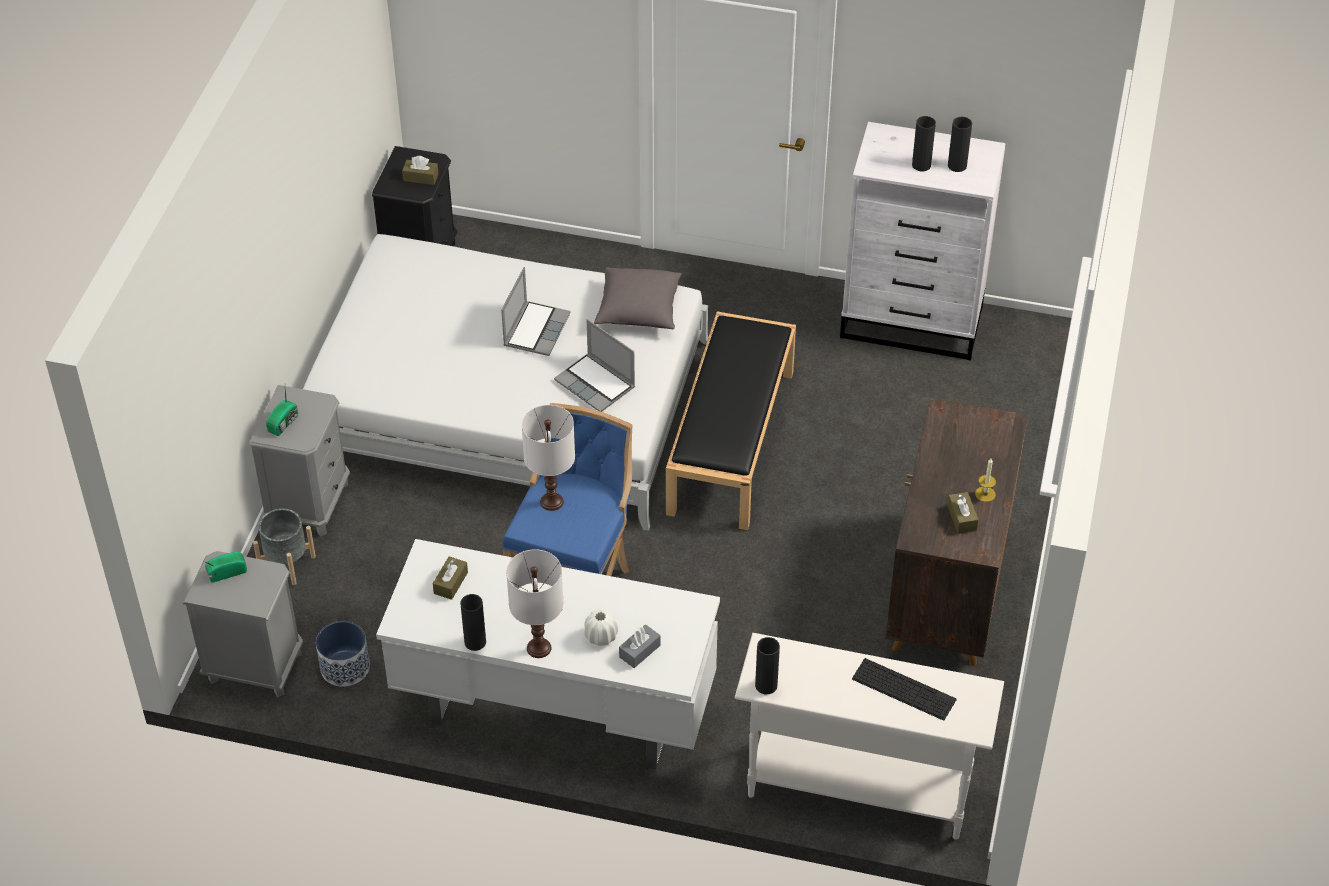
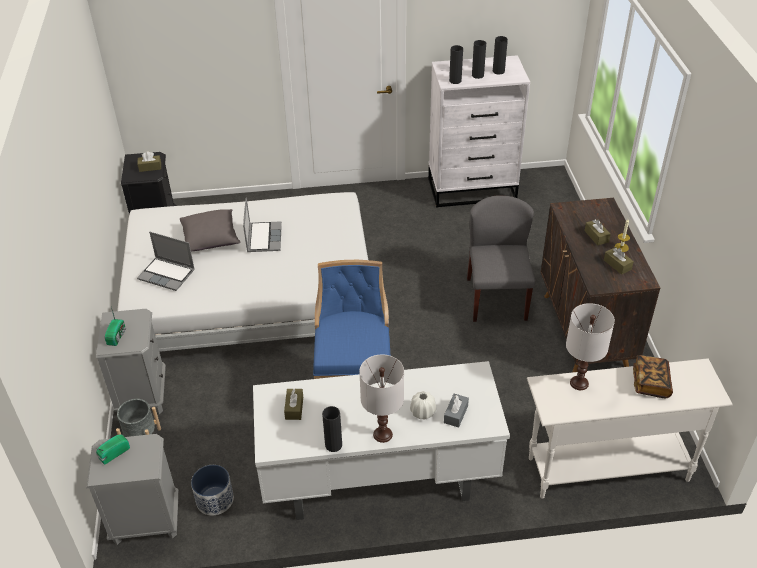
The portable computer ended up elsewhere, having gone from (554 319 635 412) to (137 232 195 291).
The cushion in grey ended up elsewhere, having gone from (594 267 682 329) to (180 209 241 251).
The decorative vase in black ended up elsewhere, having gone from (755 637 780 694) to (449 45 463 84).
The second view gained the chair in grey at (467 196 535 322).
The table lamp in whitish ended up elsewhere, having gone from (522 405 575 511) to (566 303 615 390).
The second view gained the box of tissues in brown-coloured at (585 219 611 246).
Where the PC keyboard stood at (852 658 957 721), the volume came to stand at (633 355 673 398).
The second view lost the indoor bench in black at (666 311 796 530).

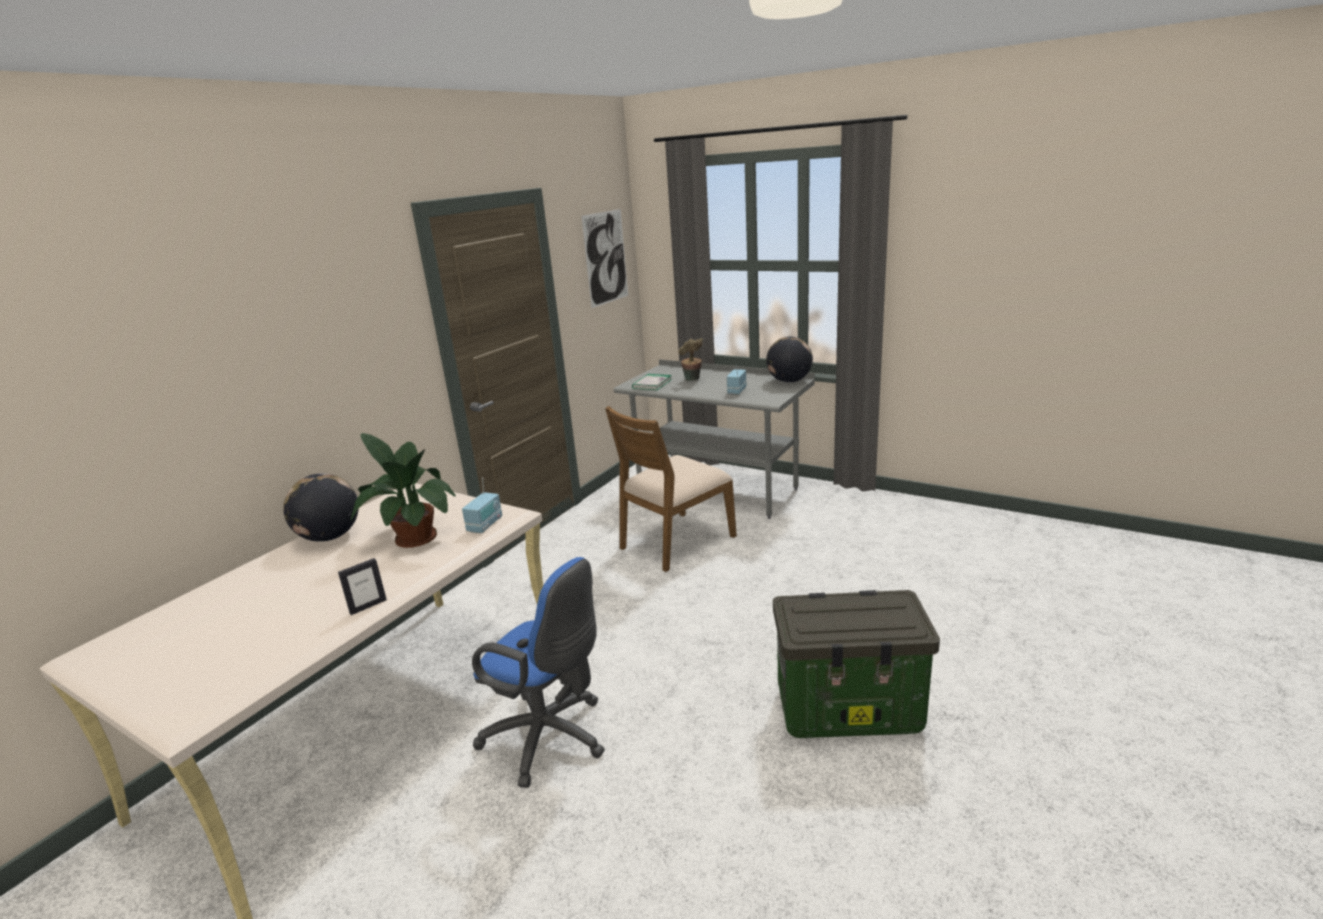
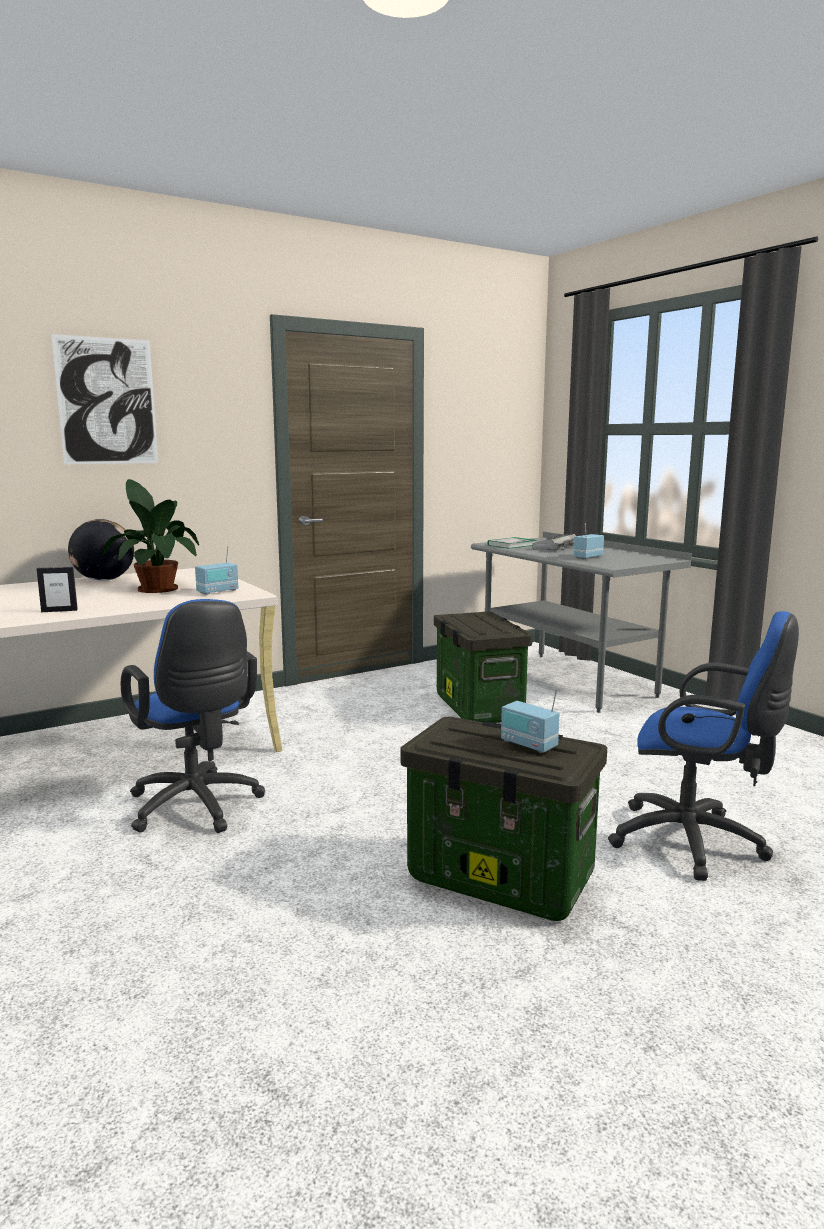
The picture ended up elsewhere, having gone from (581 209 628 308) to (51 334 158 464).
Where the chair in brown-coloured stood at (605 406 737 572), the storage container came to stand at (434 612 532 723).
The second view gained the radio receiver at (501 690 559 753).
Where the houseplant stood at (678 338 703 381), the PC keyboard came to stand at (532 534 576 551).
The second view gained the office chair in blue-coloured at (608 611 799 881).
The second view lost the desk globe at (766 337 813 383).

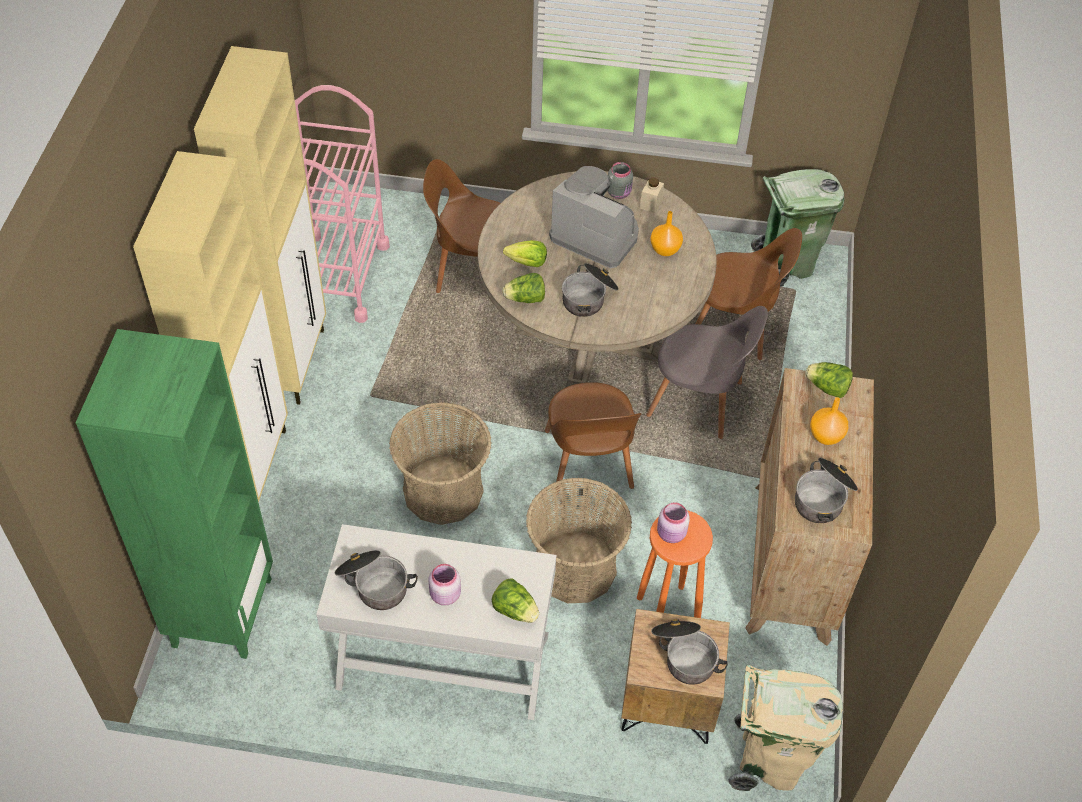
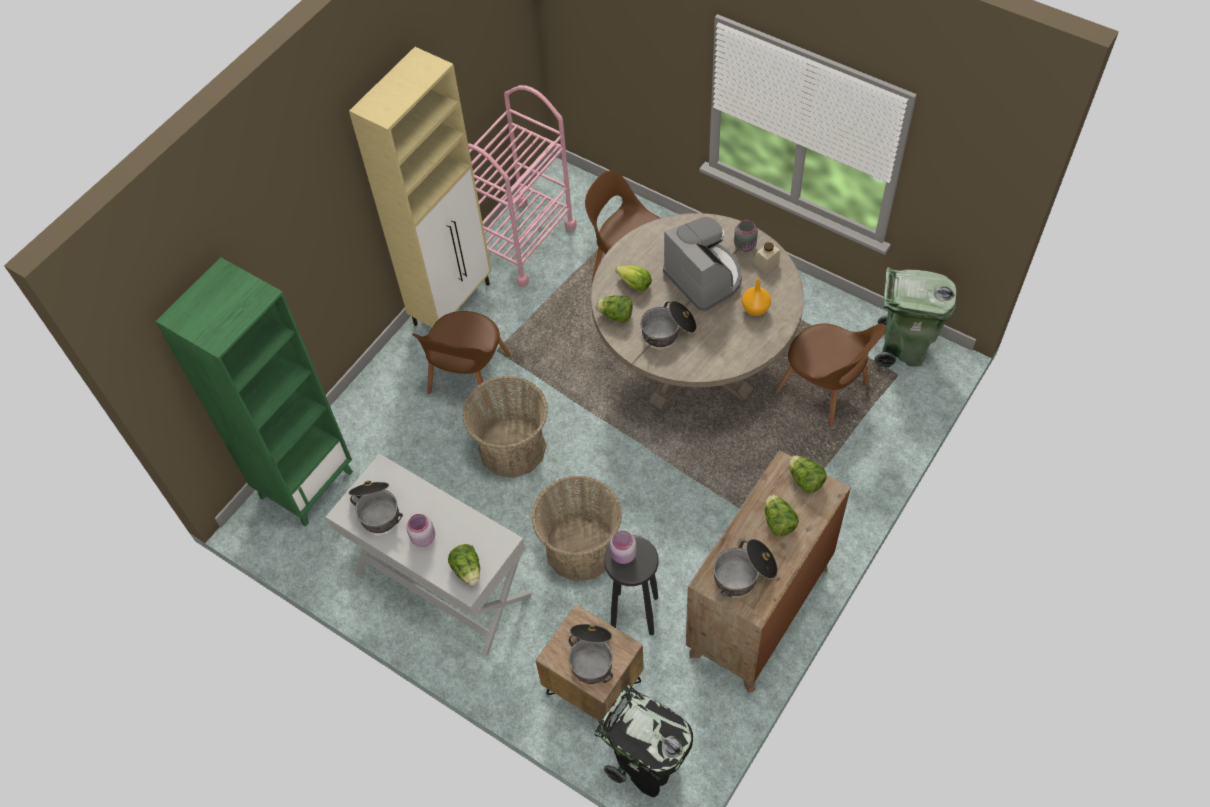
The chair in brown-coloured ended up elsewhere, having gone from (545 382 641 495) to (412 311 511 408).
What was the waste bin in beige at (728 665 843 791) turned into the waste bin in black at (594 685 693 797).
What was the stool in orangey at (637 510 713 618) turned into the stool in black at (604 535 658 635).
Where the decorative vase in orangey stood at (810 397 848 445), the lettuce head came to stand at (765 495 799 536).
The second view lost the storage cabinet in beige at (133 151 288 503).
The second view lost the chair in grey at (646 306 768 439).

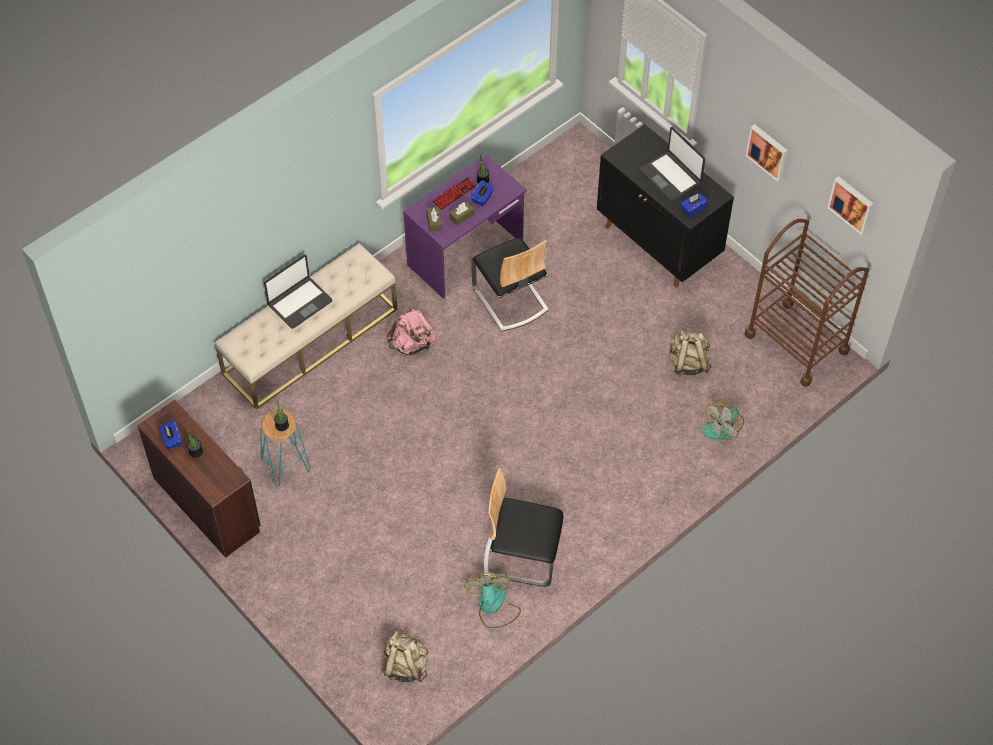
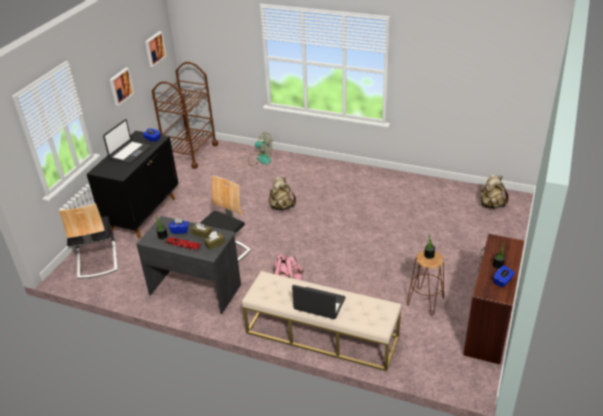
The chair ended up elsewhere, having gone from (484 468 564 587) to (59 203 118 279).
What was the desk table in purple-coloured at (403 155 527 299) turned into the desk table in grey at (136 216 241 314).
The backpack in beige ended up elsewhere, having gone from (669 329 711 375) to (269 177 296 210).
What was the stool in turquoise at (260 410 311 487) turned into the stool in brown-coloured at (407 250 444 315).
The second view lost the cooling fan at (464 572 521 628).

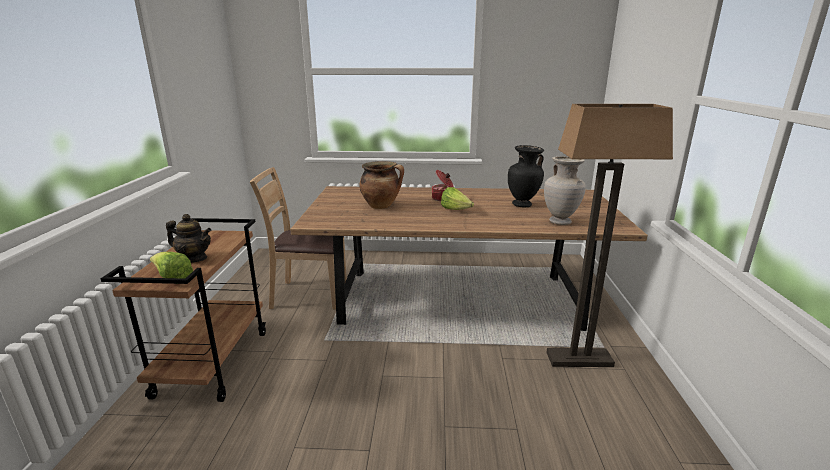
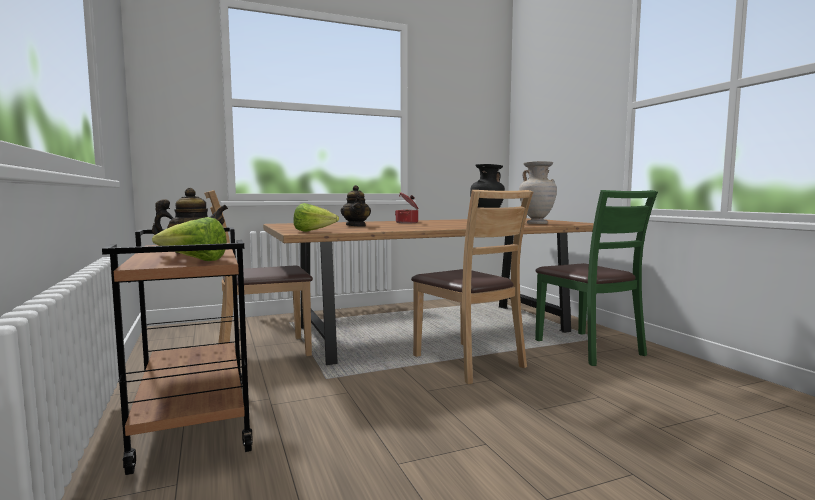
The lettuce head ended up elsewhere, having gone from (441 187 474 210) to (294 203 339 232).
Where the saucepot stood at (360 161 404 209), the pot for tea came to stand at (341 185 371 227).
The second view gained the chair in brown-coloured at (411 190 533 384).
Where the floor lamp stood at (546 104 673 367), the chair in greenish came to stand at (535 190 658 366).

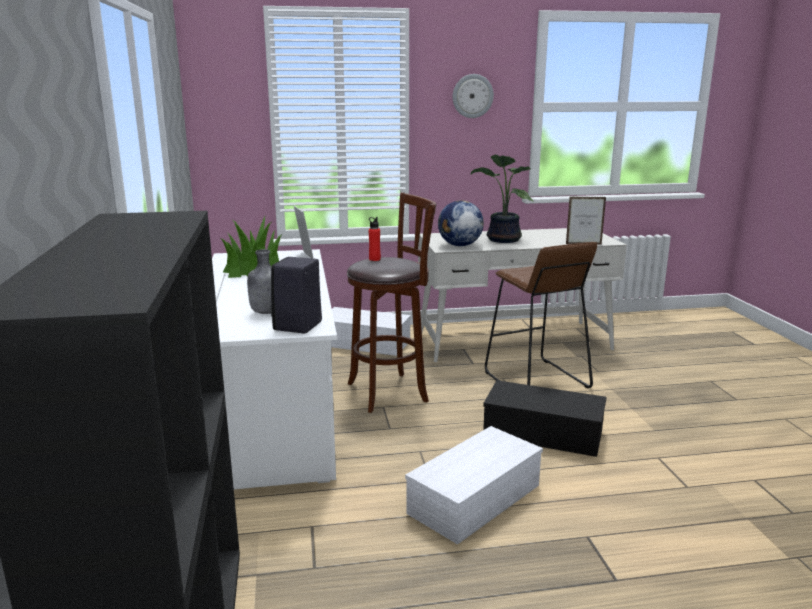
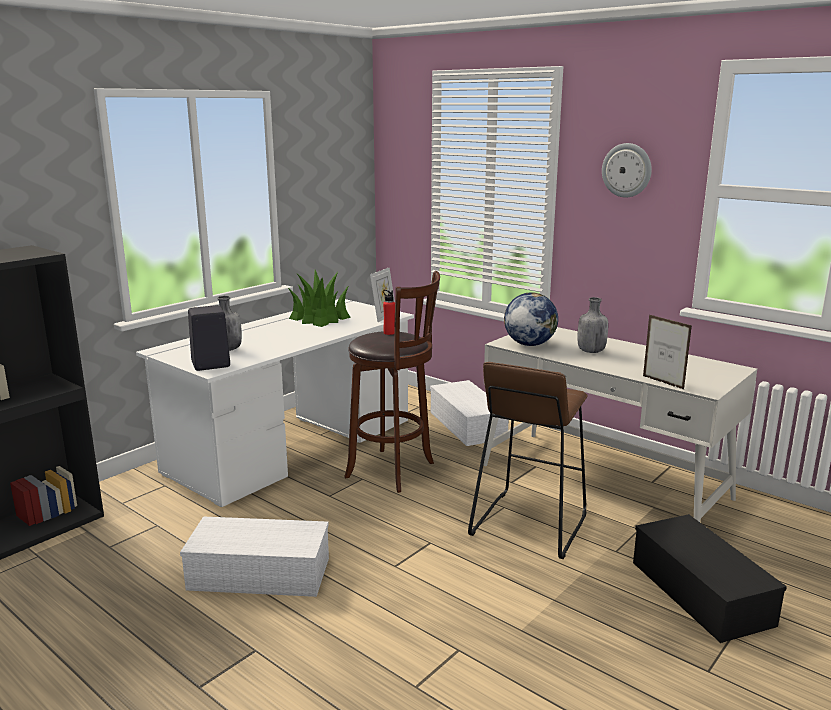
Where the houseplant stood at (471 155 534 243), the beverage bottle in grey came to stand at (578 297 608 353).
The storage container in black ended up elsewhere, having gone from (483 380 606 457) to (633 514 787 643).

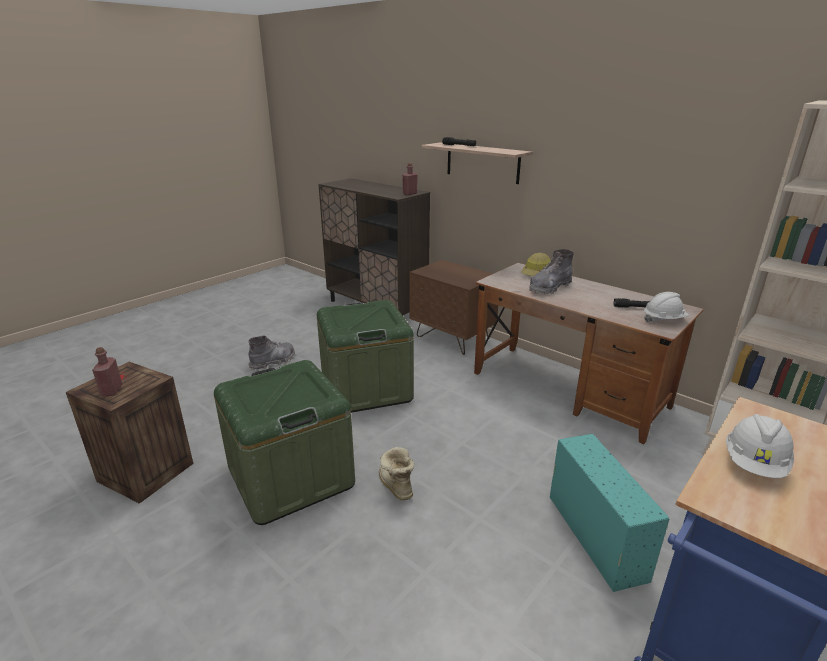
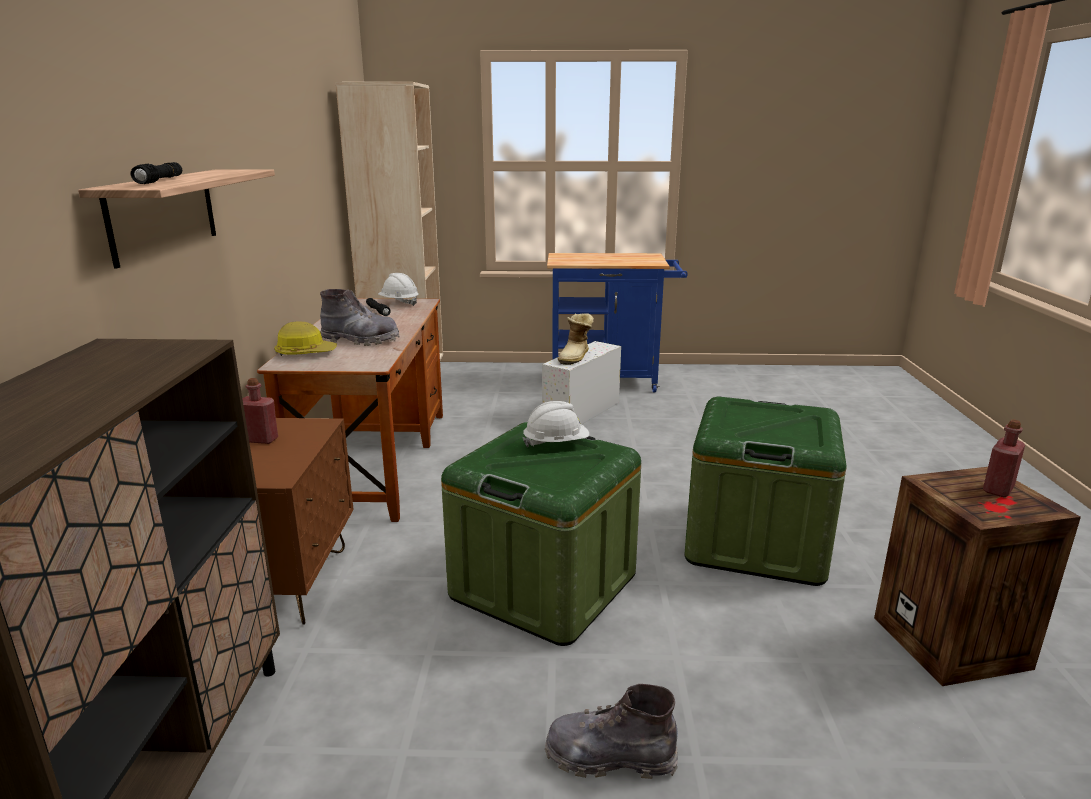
The beverage bottle in red ended up elsewhere, having gone from (402 163 418 195) to (242 378 278 444).
The hard hat in whitish ended up elsewhere, having gone from (726 414 794 478) to (523 401 589 447).
What was the storage container in turquoise at (550 434 670 592) turned into the storage container in whitish at (542 341 621 424).
The boot ended up elsewhere, having gone from (379 447 414 500) to (558 313 594 365).

